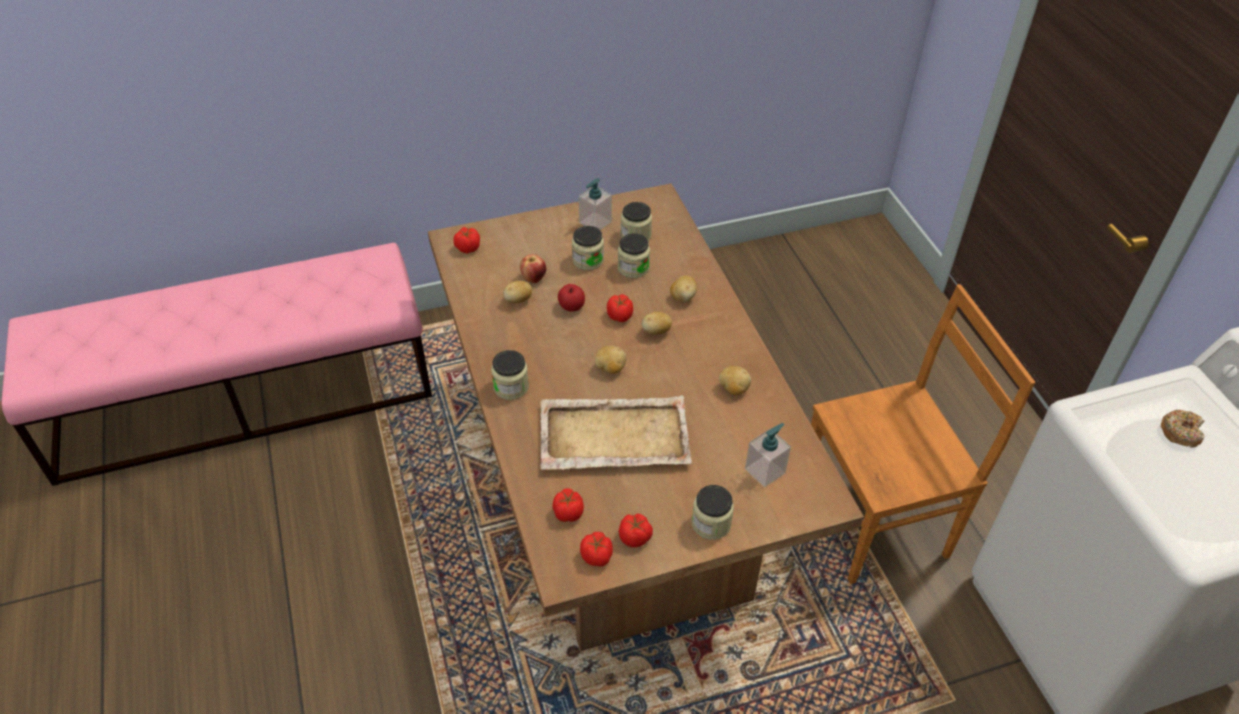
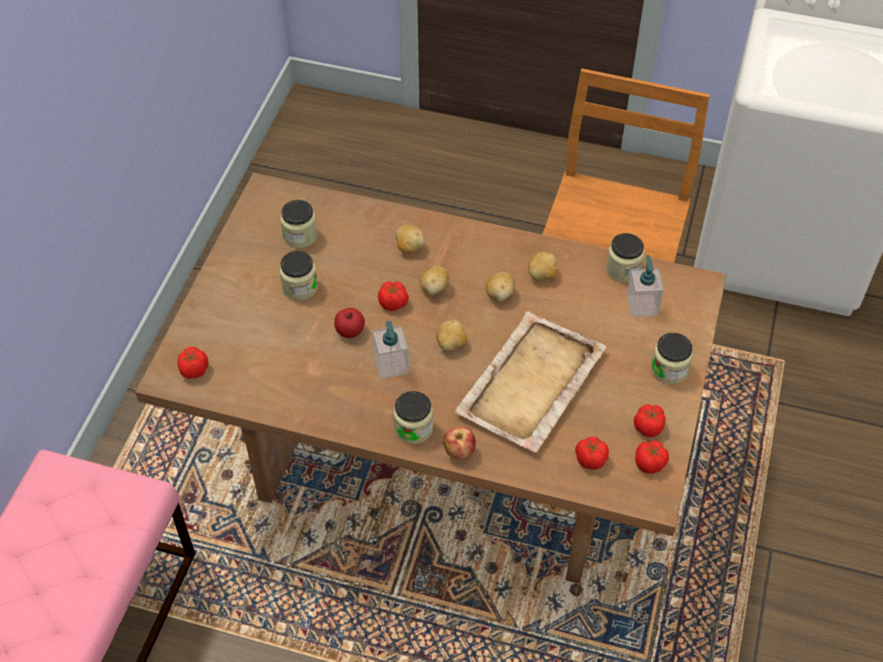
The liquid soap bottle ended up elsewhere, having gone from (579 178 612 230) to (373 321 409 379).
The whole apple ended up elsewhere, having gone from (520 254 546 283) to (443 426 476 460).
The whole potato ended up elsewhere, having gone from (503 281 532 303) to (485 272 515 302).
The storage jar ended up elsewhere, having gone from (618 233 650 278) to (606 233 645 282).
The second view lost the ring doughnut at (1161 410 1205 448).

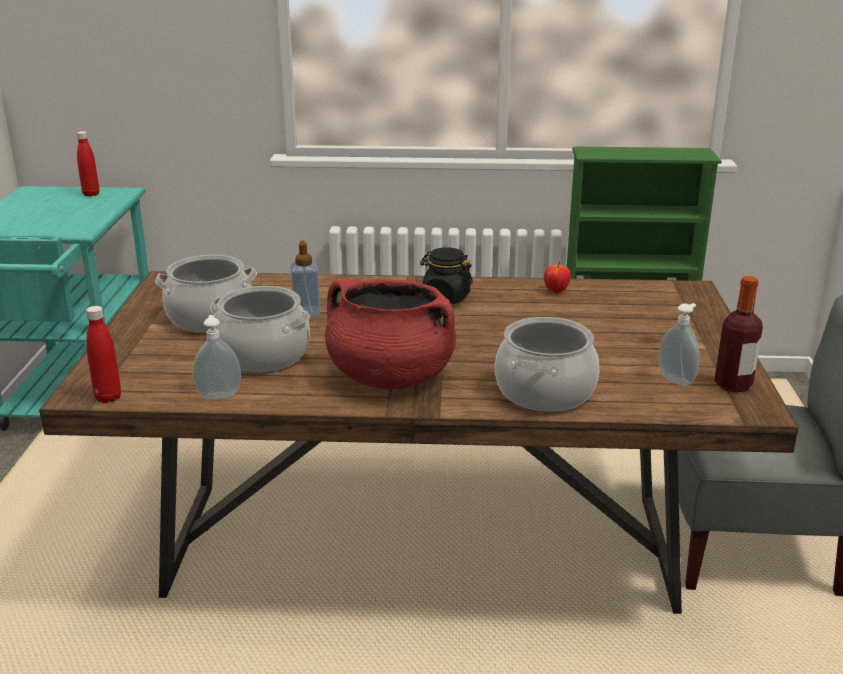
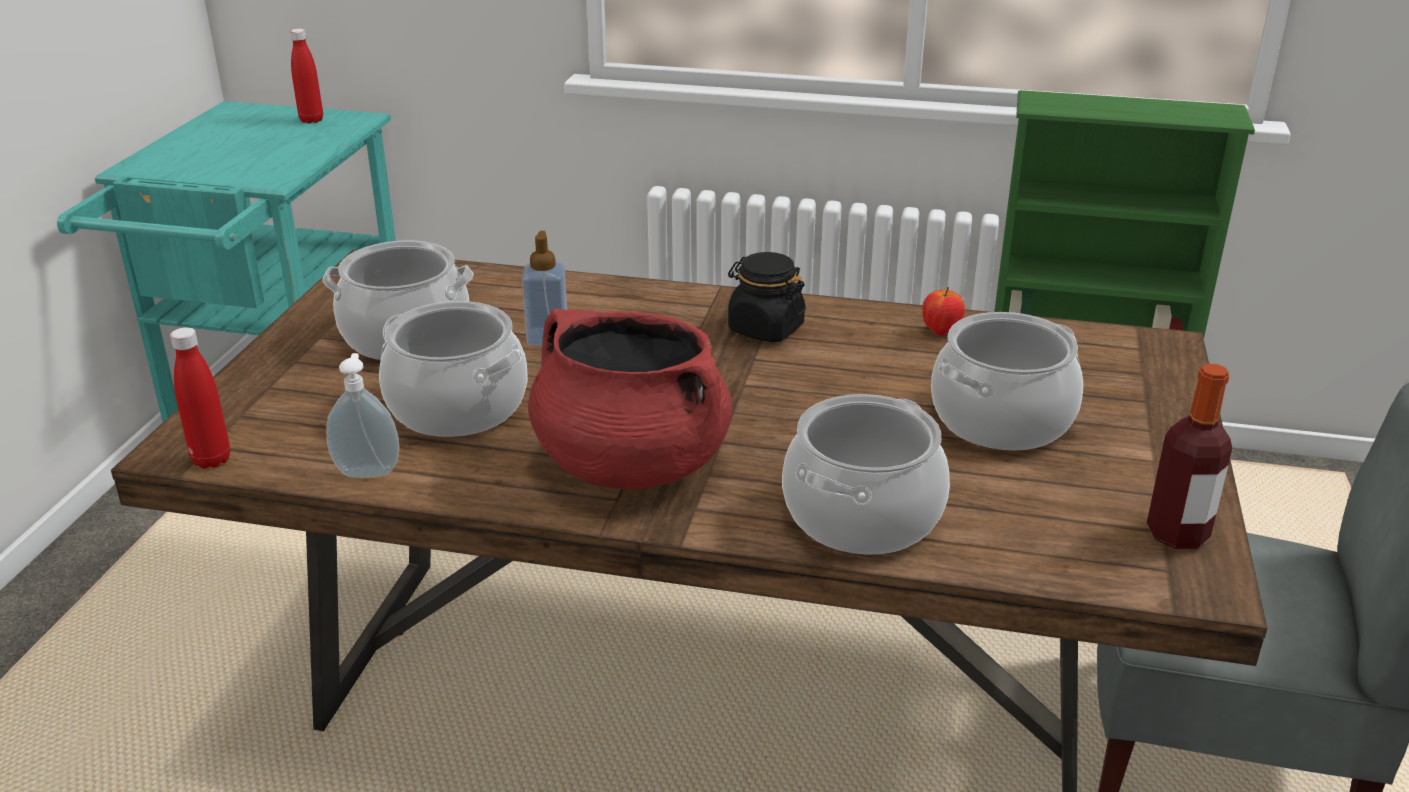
The second view gained the saucepot at (931 312 1083 450).
The second view lost the liquid soap bottle at (659 303 699 386).

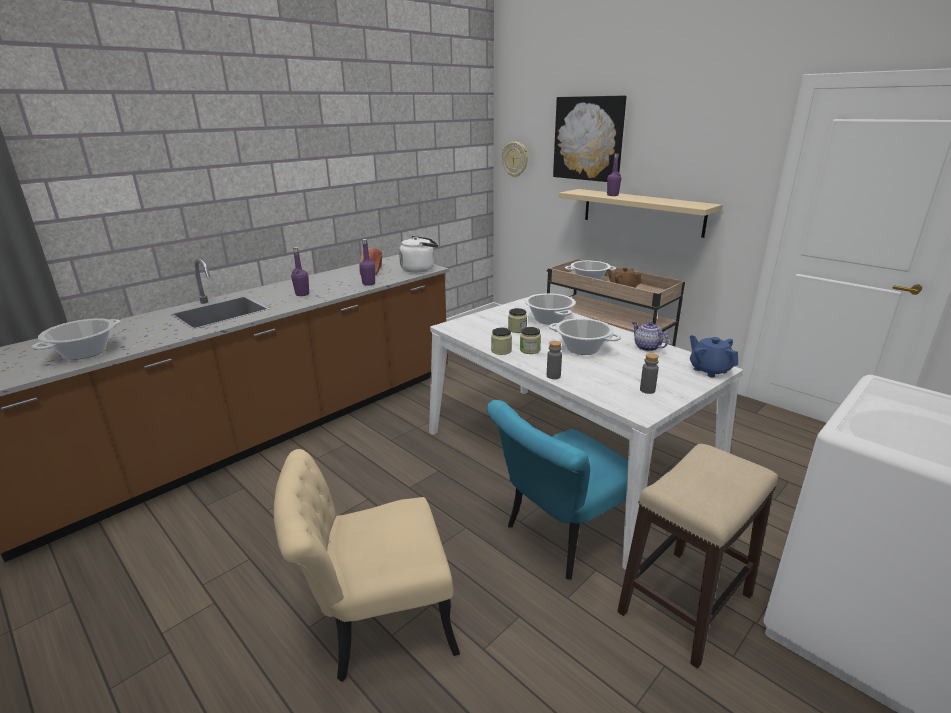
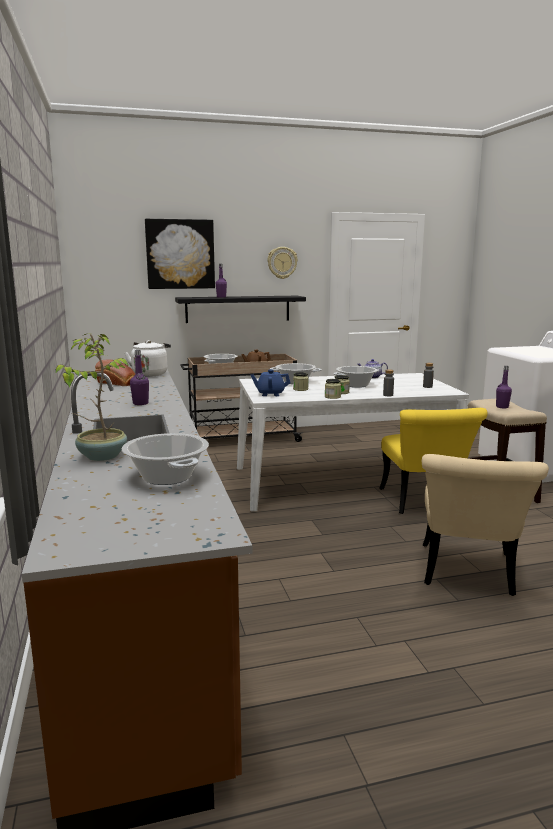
The second view gained the houseplant at (56 333 129 461).
What was the shelf in beige at (559 189 723 238) turned into the shelf in black at (175 296 306 323).
The pot for tea in blue-coloured ended up elsewhere, having gone from (690 335 738 377) to (250 369 290 396).
The wall clock ended up elsewhere, having gone from (502 142 528 177) to (267 247 298 279).
What was the chair in turquoise at (487 400 628 580) turned into the chair in yellowish at (379 408 488 514).
The beverage bottle in purple-coloured ended up elsewhere, having gone from (359 239 375 286) to (496 366 512 408).

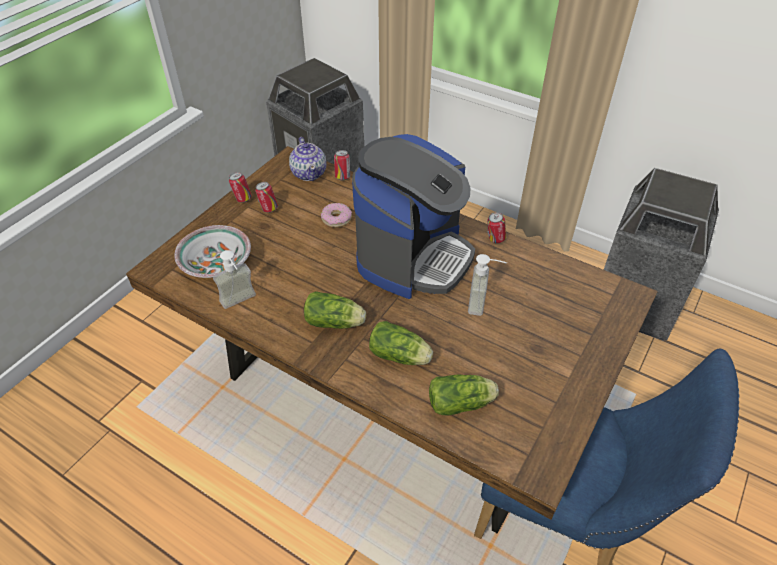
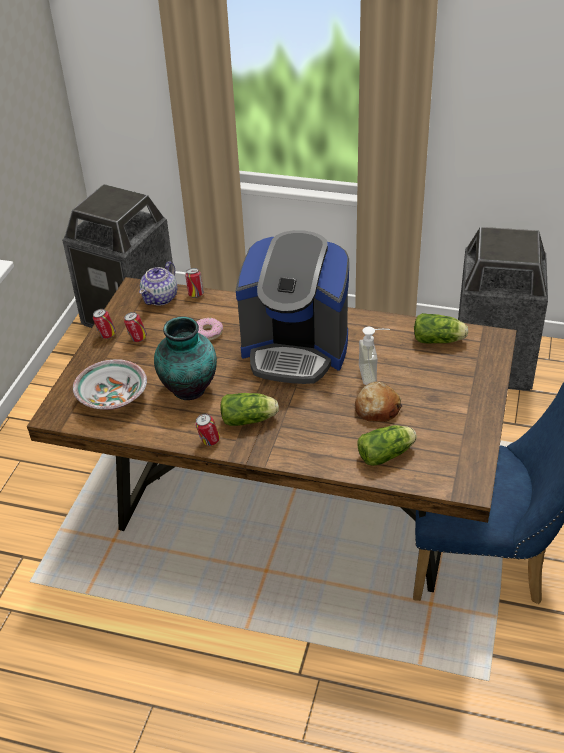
The pot for tea at (289 137 326 181) ended up facing another way, 60 degrees clockwise from before.
The second view gained the decorative vase at (154 316 217 400).
The metal can ended up elsewhere, having gone from (487 212 506 243) to (195 414 220 446).
The coffee brewer at (352 134 475 299) ended up facing another way, 90 degrees clockwise from before.
The second view gained the bread at (355 381 402 422).
The lettuce head ended up elsewhere, having gone from (369 321 433 365) to (414 313 469 343).
The second view lost the liquid soap bottle at (213 250 256 309).

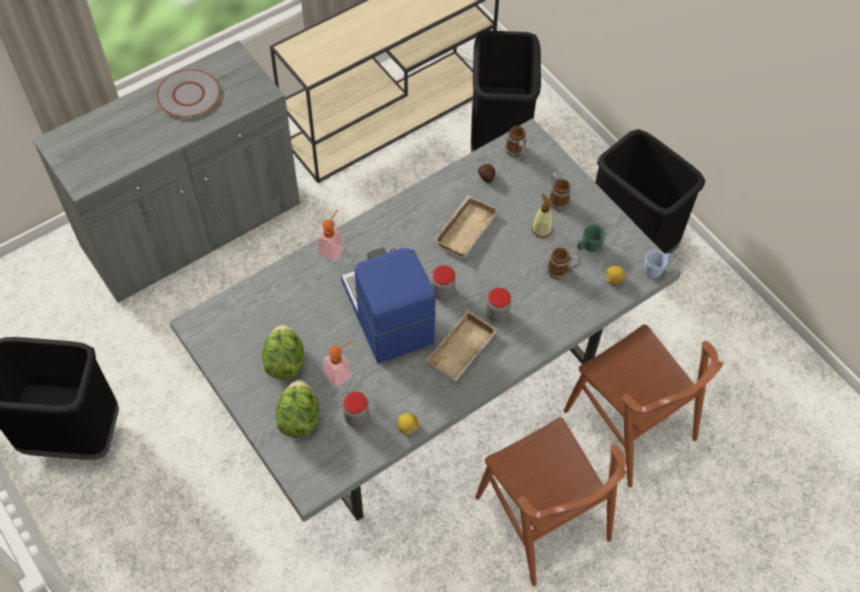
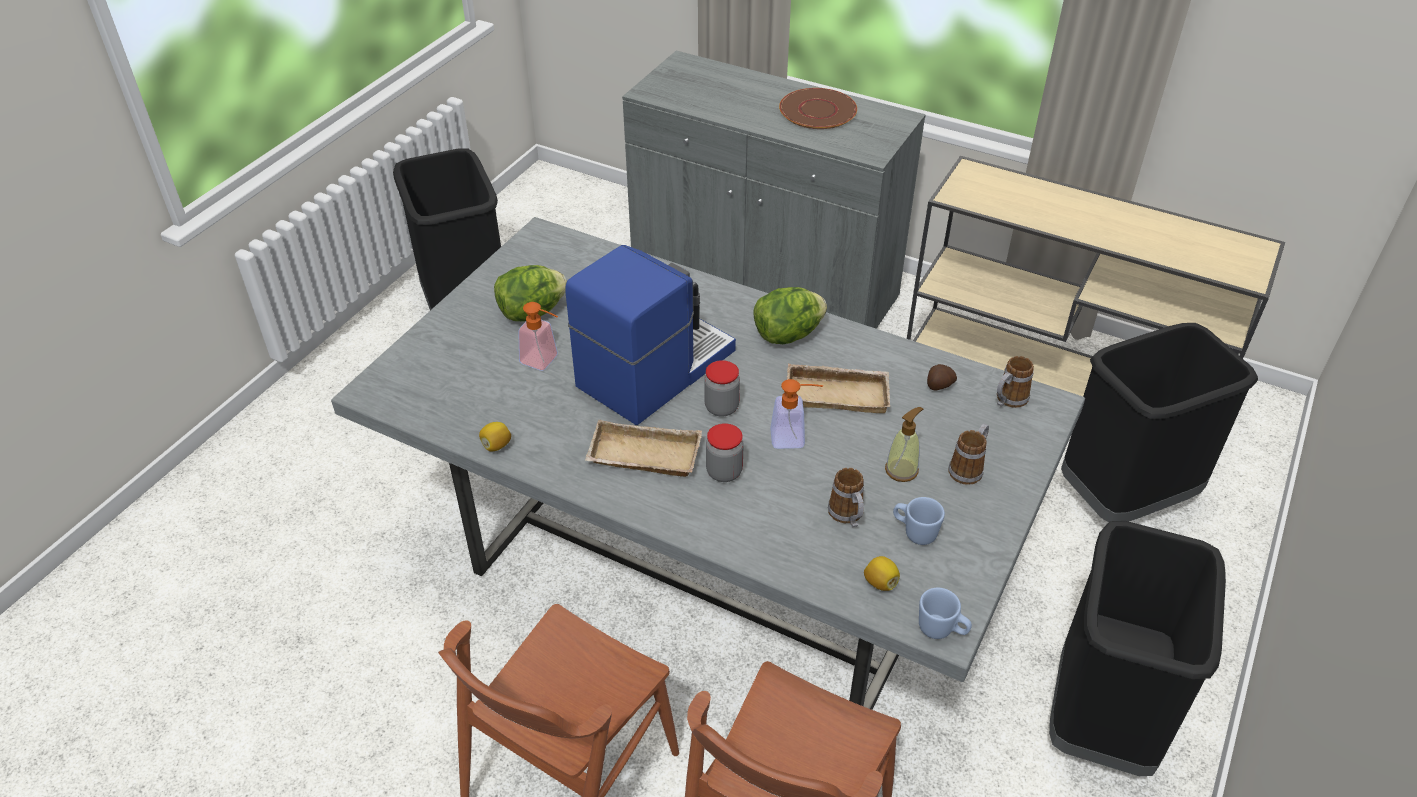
The lettuce head ended up elsewhere, having gone from (276 380 319 437) to (753 287 827 344).
The liquid soap bottle ended up elsewhere, having gone from (318 210 344 261) to (770 379 823 449).
What was the dinner plate in grey at (157 69 220 117) turned into the dinner plate in brown-coloured at (779 88 857 129).
What was the mug in greenish at (577 224 606 252) turned into the mug in blue-coloured at (893 497 945 545).
The second view lost the storage jar at (343 392 369 427).

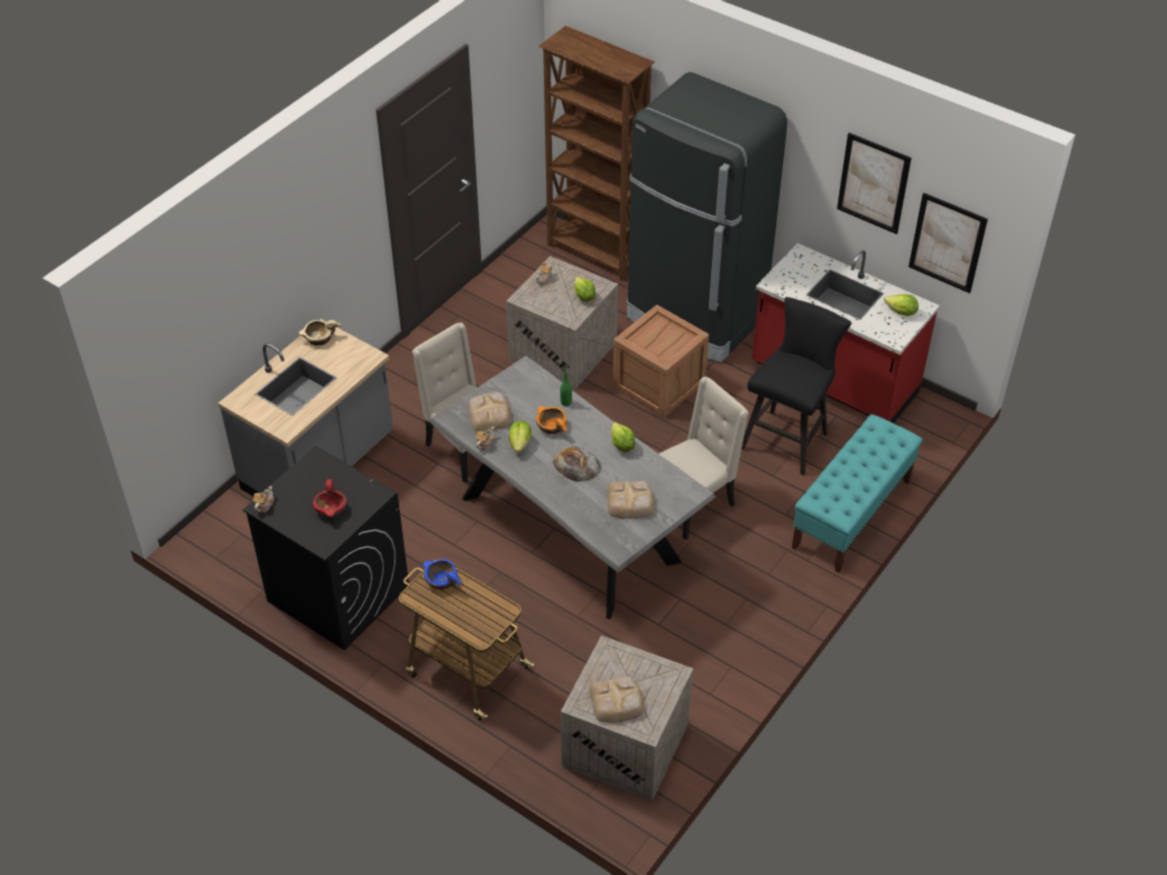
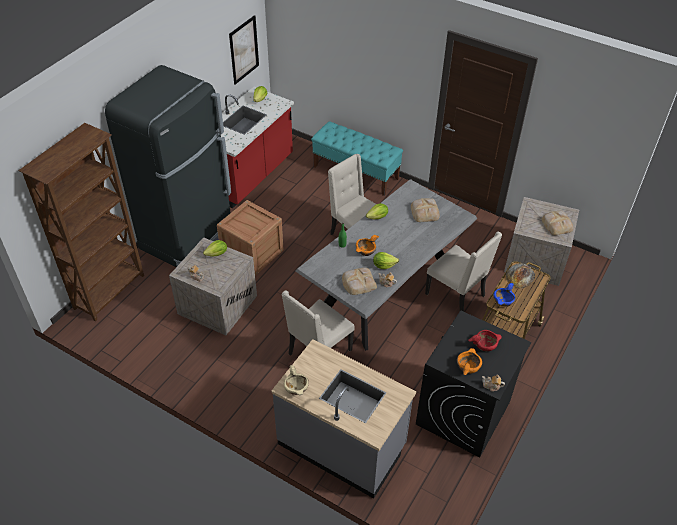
The second view gained the chair in beige at (425 231 502 312).
The second view gained the deep dish in orangey at (457 348 482 375).
The bread ended up elsewhere, having gone from (553 447 601 482) to (506 263 536 289).
The second view lost the stool in black at (742 297 852 475).
The second view lost the picture at (837 133 911 234).

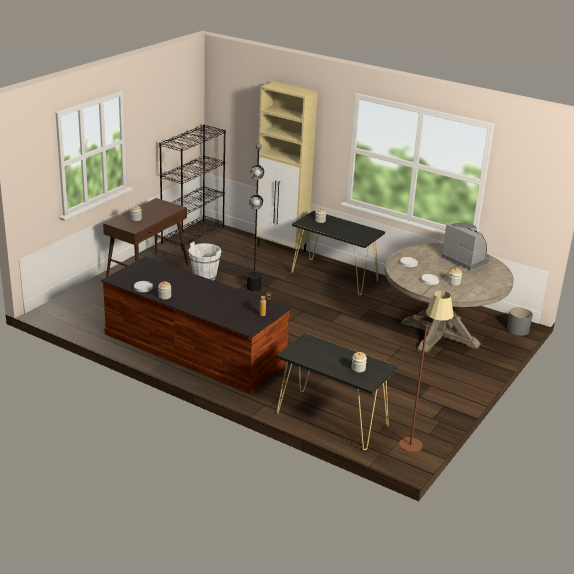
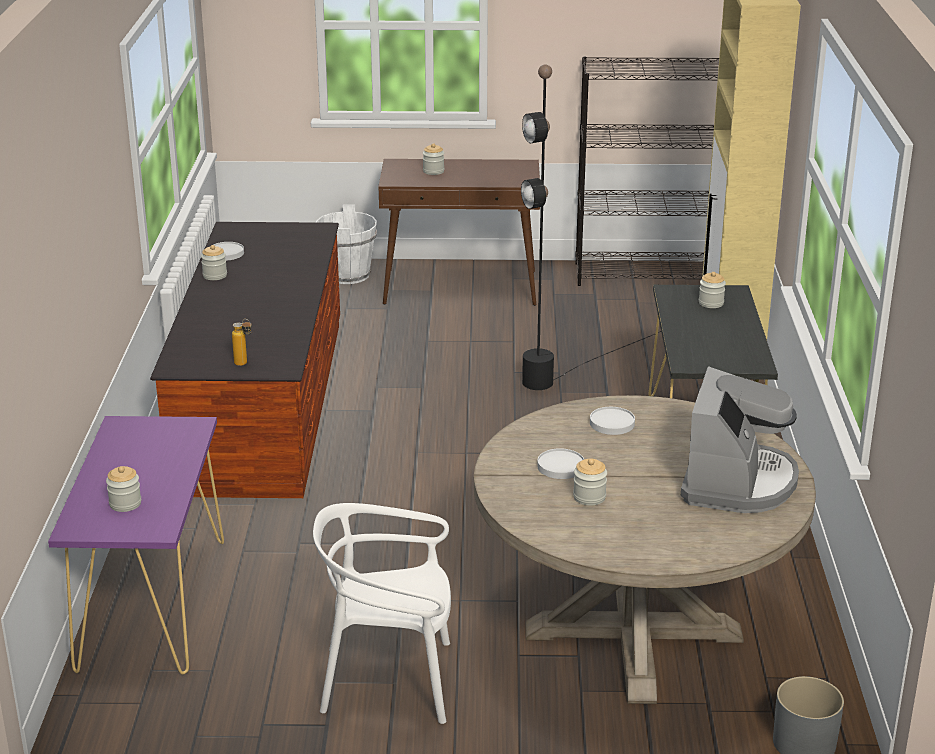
What was the narrow table in black at (277 333 398 450) turned into the narrow table in purple-coloured at (48 416 224 675).
The second view gained the chair in whitish at (313 503 451 724).
The pail in whitish ended up elsewhere, having gone from (188 242 221 280) to (316 205 377 284).
The second view lost the floor lamp in brown-coloured at (399 291 454 452).

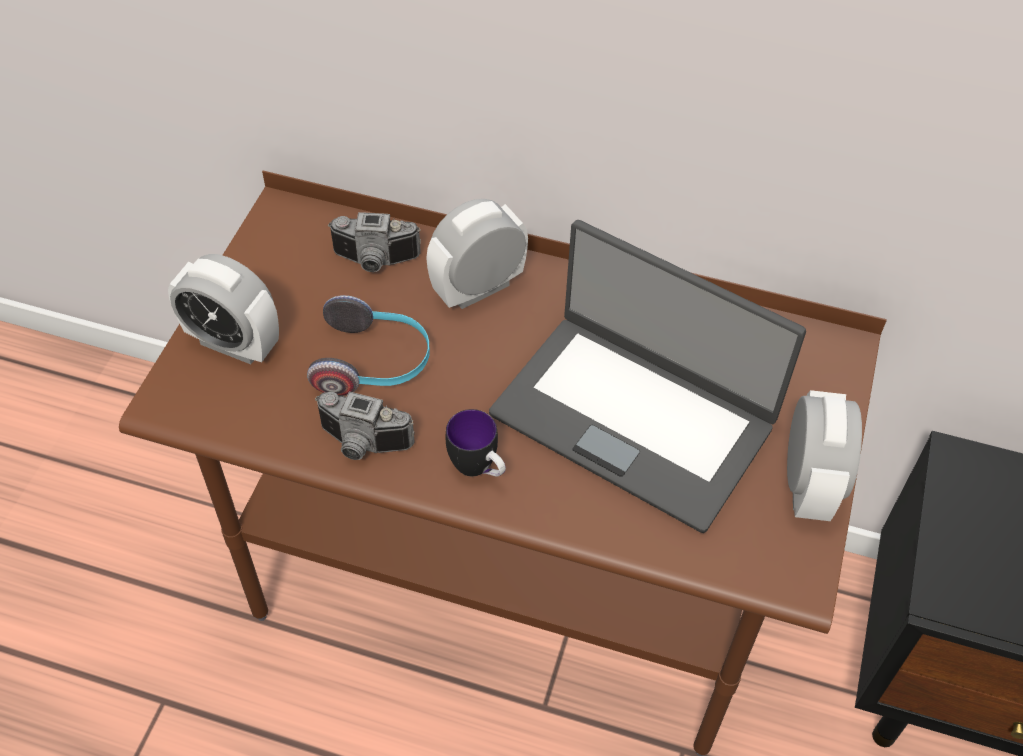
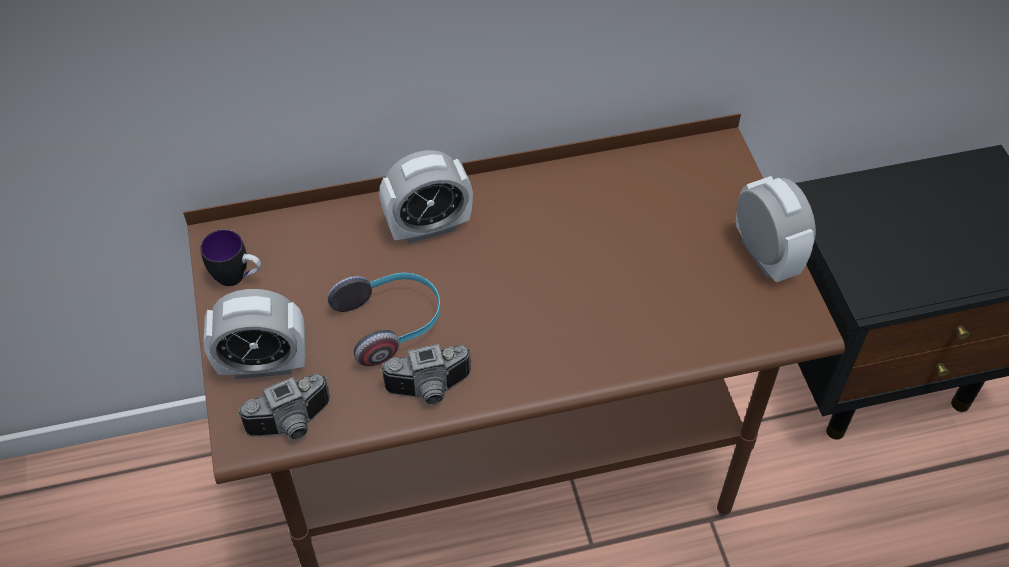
The mug ended up elsewhere, having gone from (445 409 506 477) to (200 230 261 286).
The still camera ended up elsewhere, having gone from (328 212 421 272) to (237 373 330 439).
The bedside clock at (426 199 528 309) ended up facing another way, 135 degrees counterclockwise from before.
The second view lost the portable computer at (489 220 806 533).

